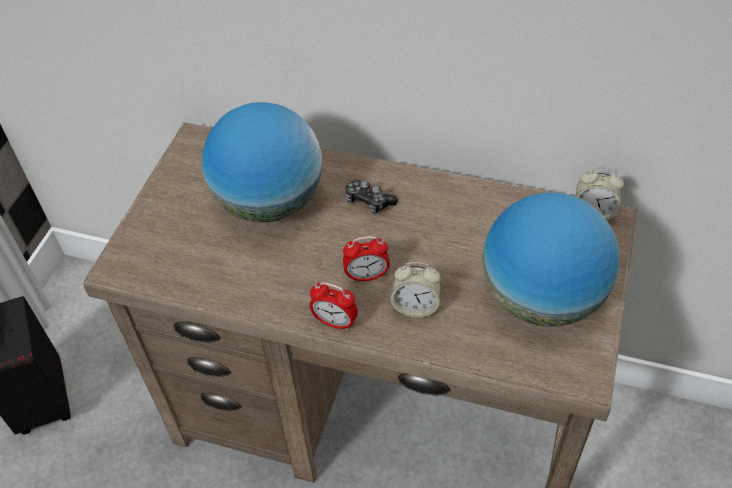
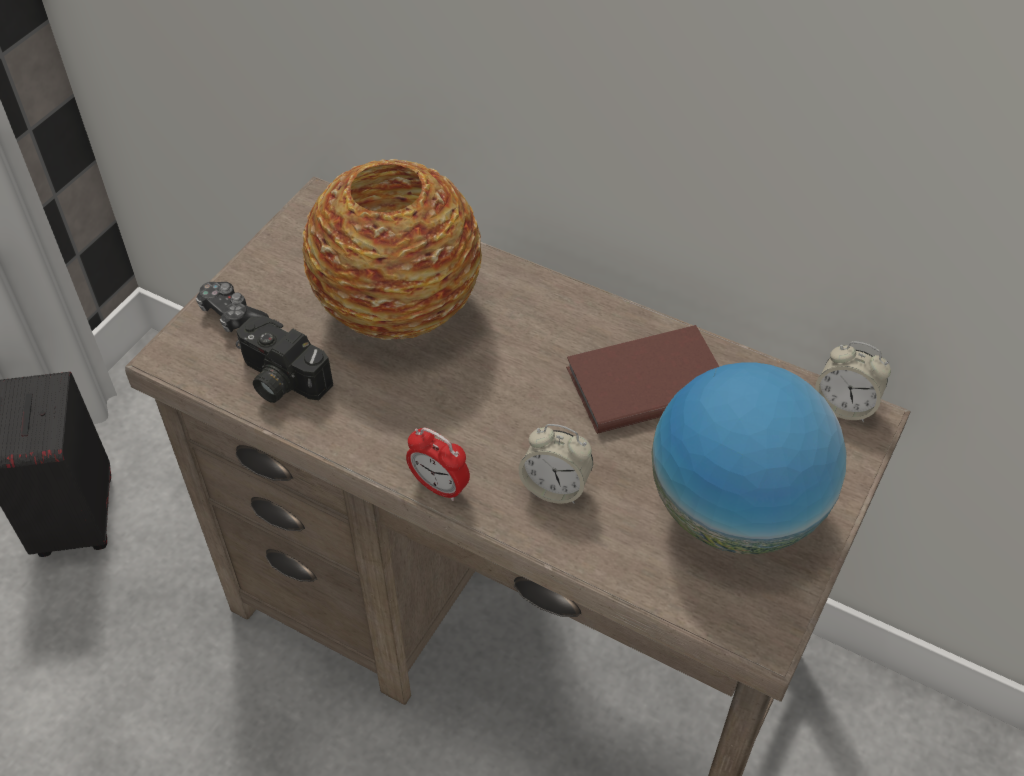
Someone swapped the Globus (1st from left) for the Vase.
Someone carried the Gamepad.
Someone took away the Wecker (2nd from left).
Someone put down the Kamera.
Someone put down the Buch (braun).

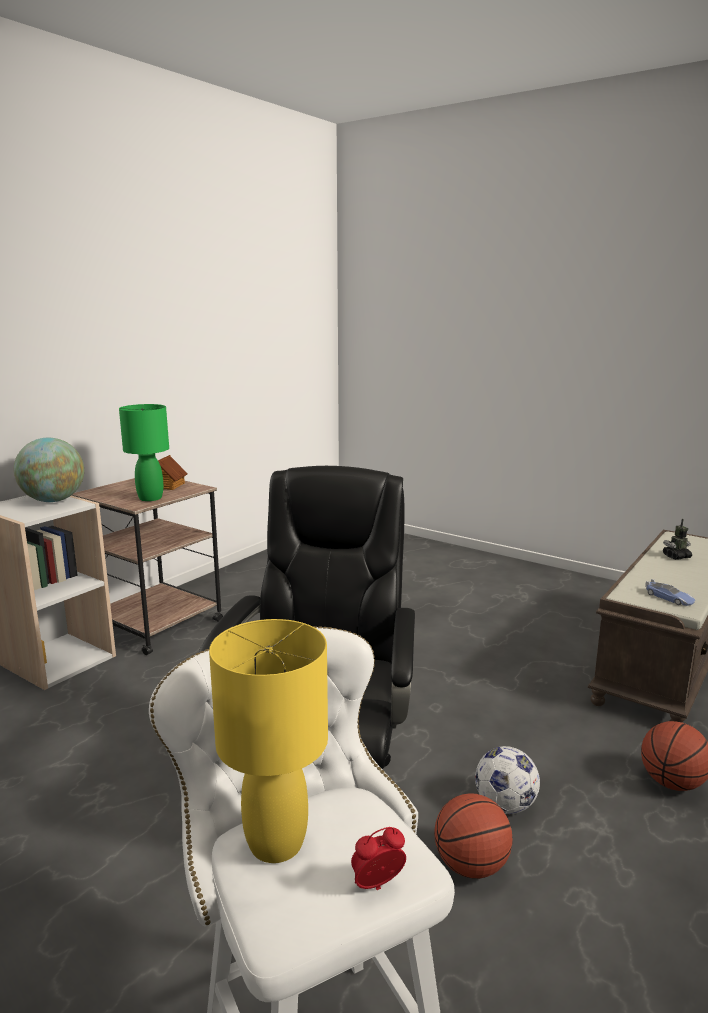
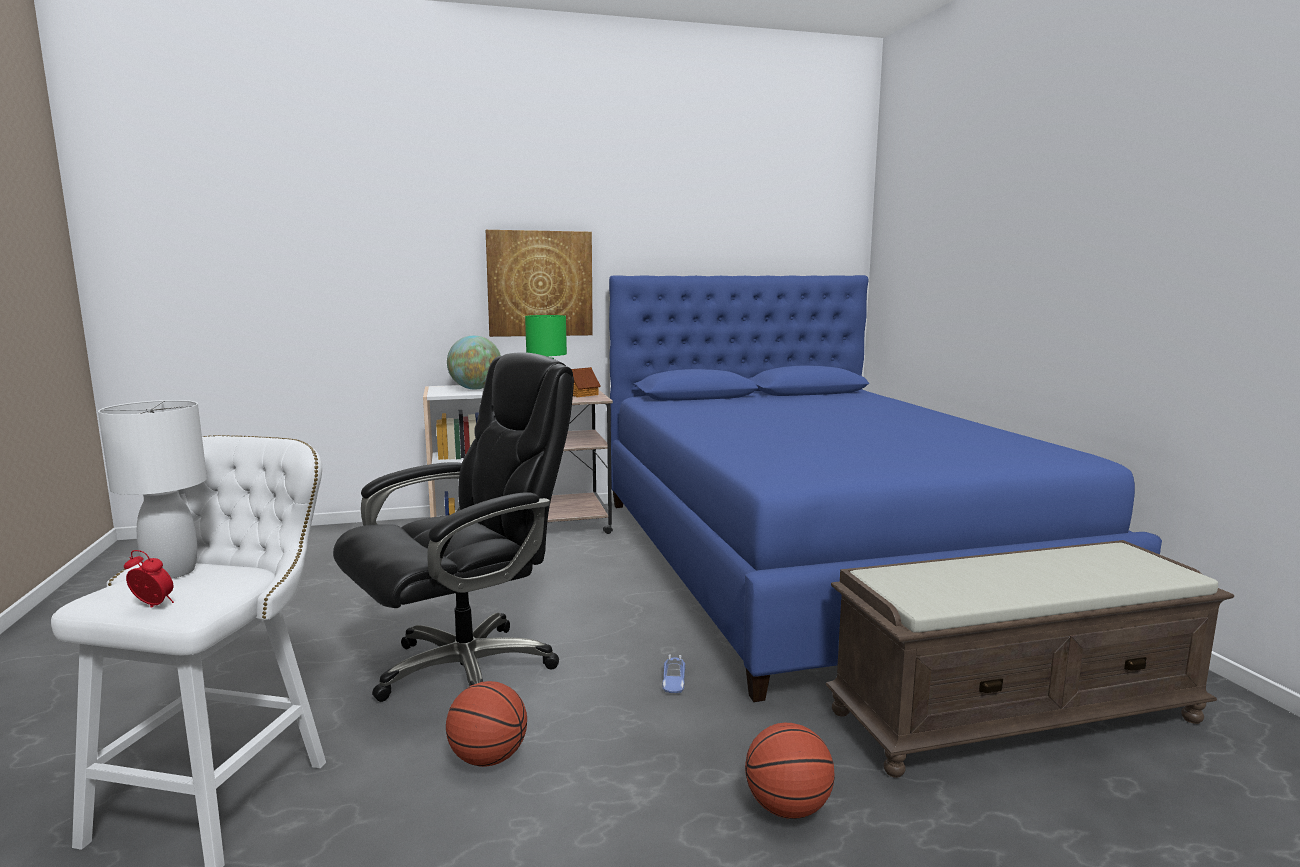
Someone took away the Spielzeugroboter.
Someone carried the Spielzeugauto.
Someone repainted the Tischlampe (gelb), which became the Tischlampe (weiß).
Someone took away the Fußball.
Someone put up the Bild.
Someone put down the Bett (blau).

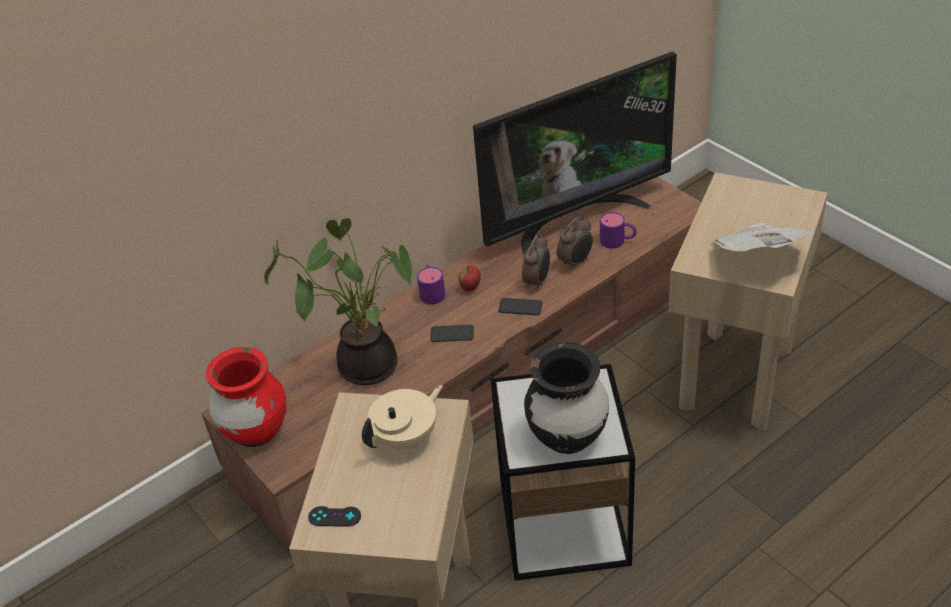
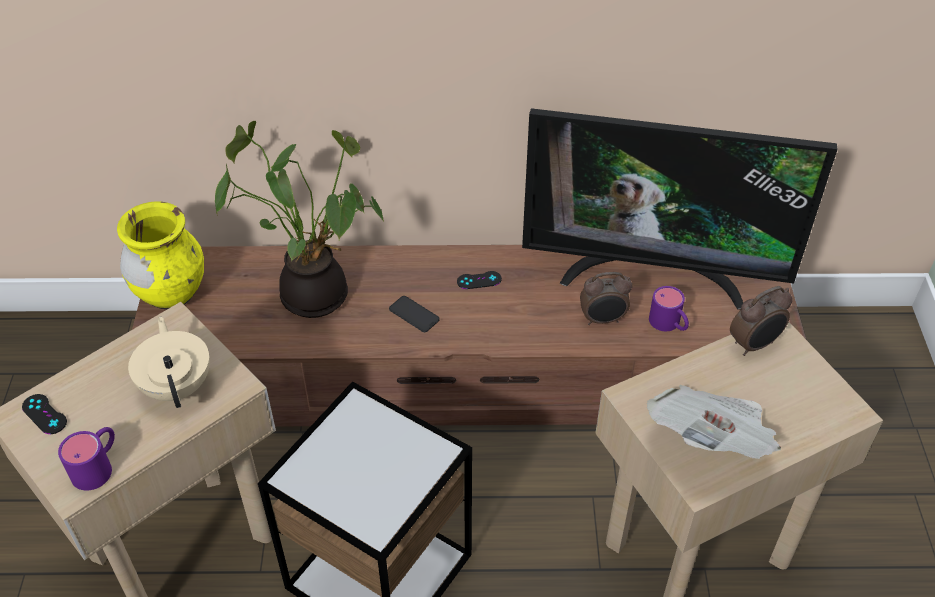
Someone carried the Wecker (1st from left in the first image).
Someone carried the Henkelbecher (lila) (1st from left).
Someone swapped the Apfel for the Gamepad (schwarz) (2nd from left).
Someone took away the Handy (2nd from left).
Someone took away the Vase (schwarz).
Someone repainted the Vase (rot), which became the Vase (gelb).
Someone rotated the Teekanne (beige) by 105 degrees counterclockwise.

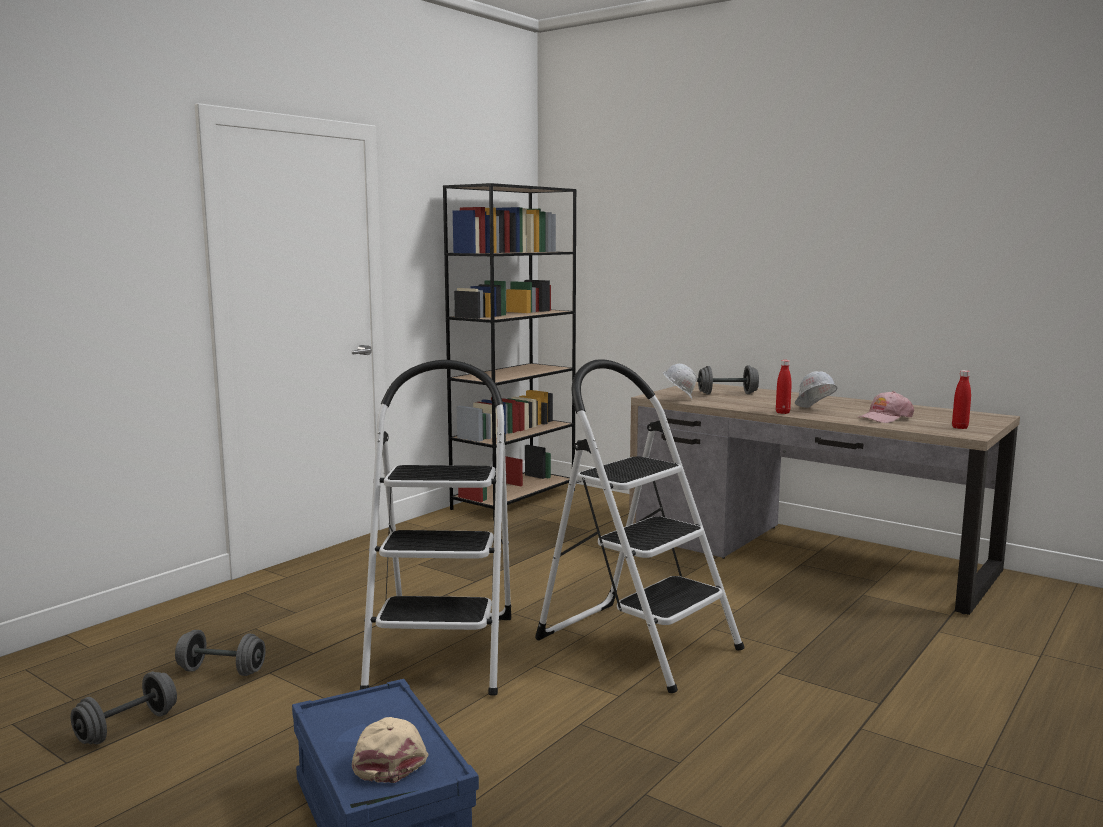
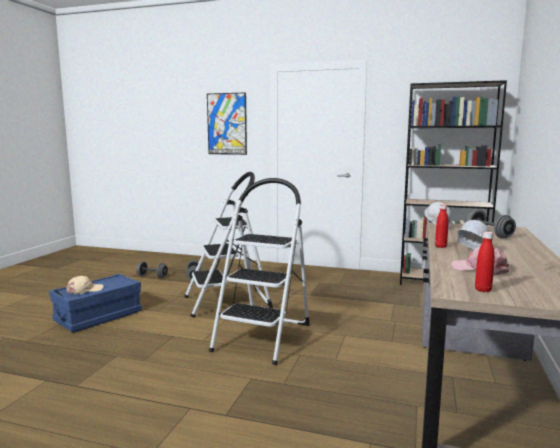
Someone put up the Bild.

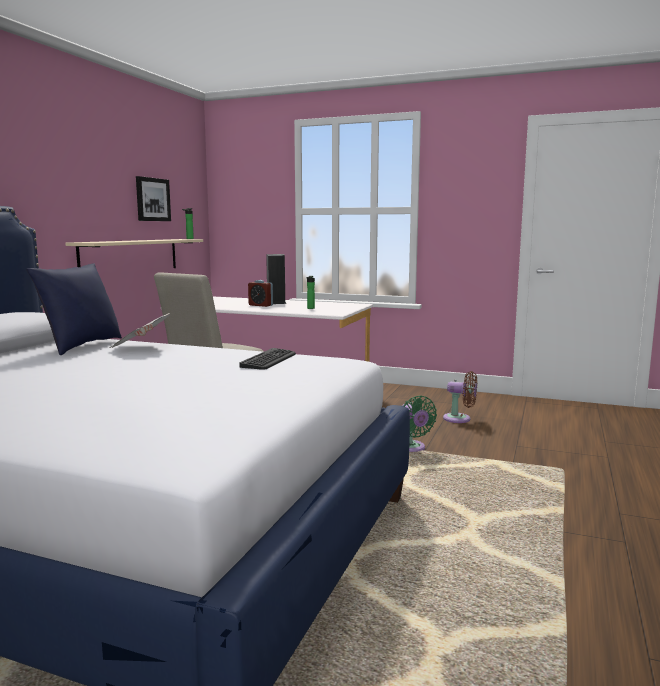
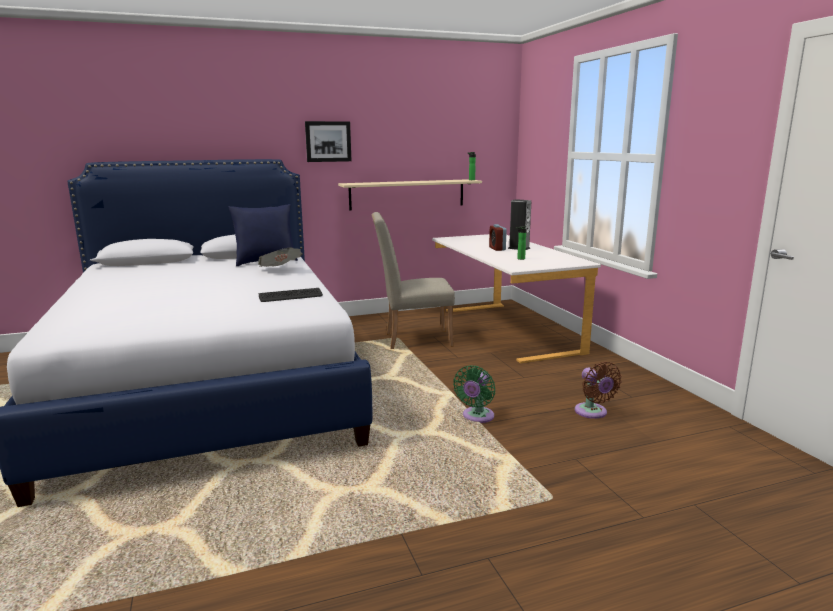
Someone carried the Bild.

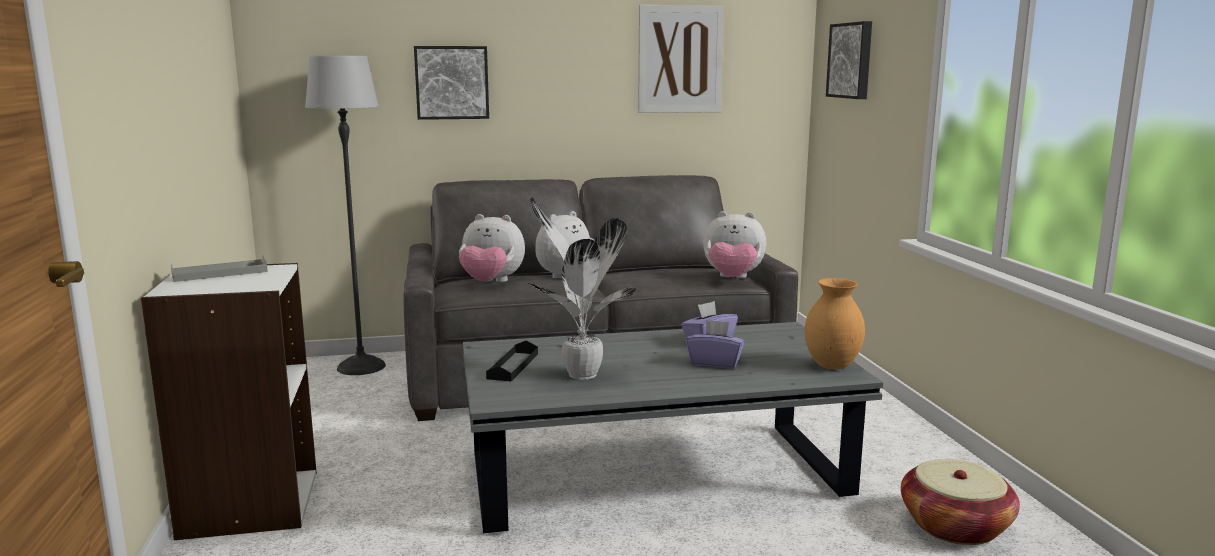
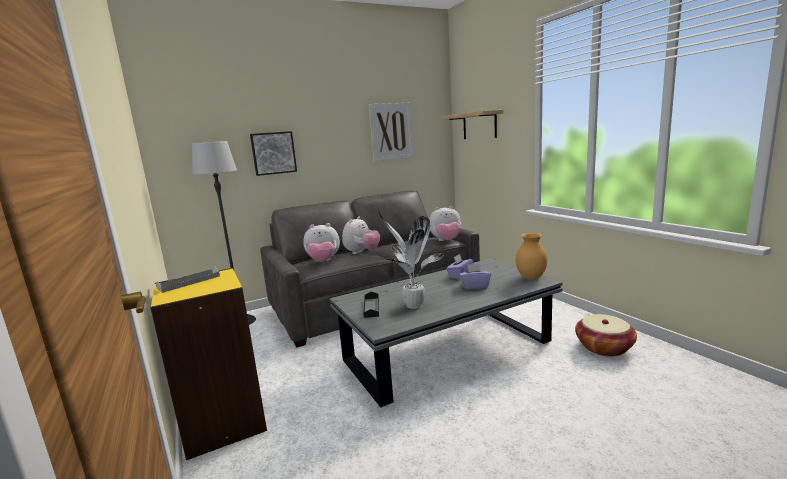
Someone swapped the Bild (3rd from left) for the Wandregal.
Someone repainted the Bücherregal (weiß), which became the Bücherregal (gelb).

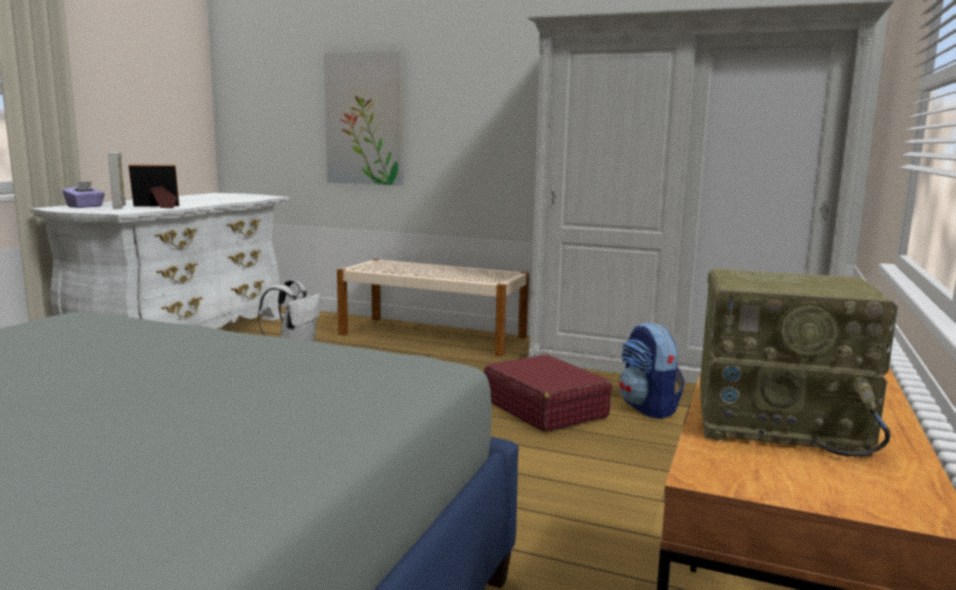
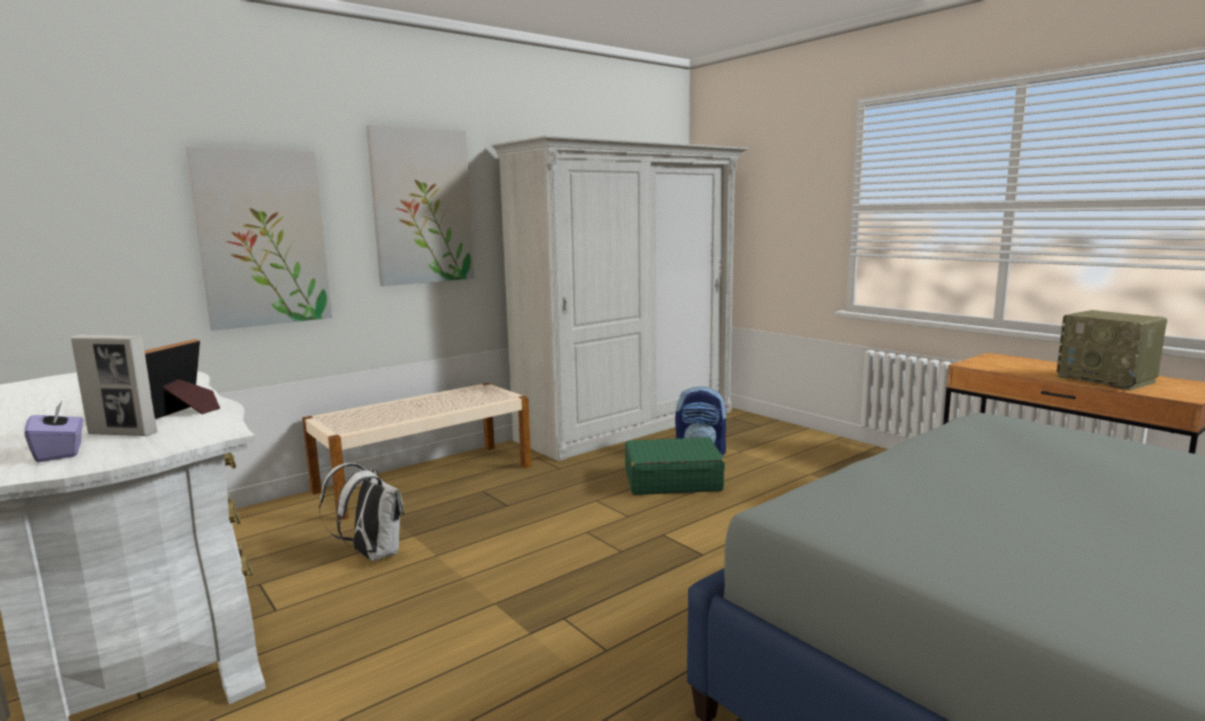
Someone rotated the Radio by 105 degrees clockwise.
Someone repainted the Koffer (rot), which became the Koffer (grün).
Someone put up the Bild (2nd from left).

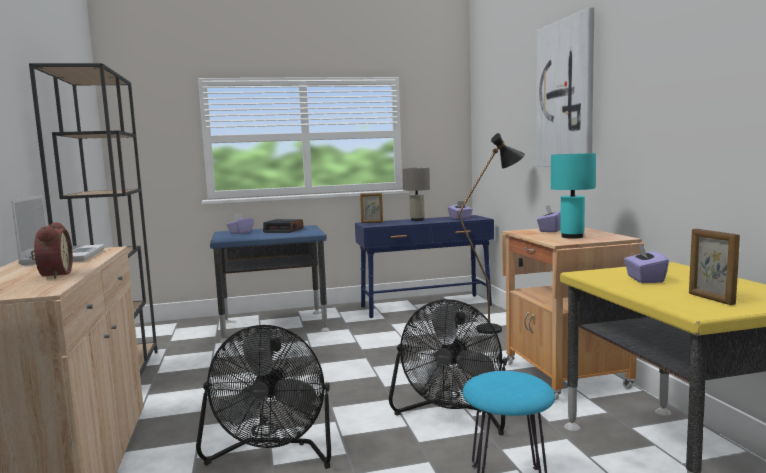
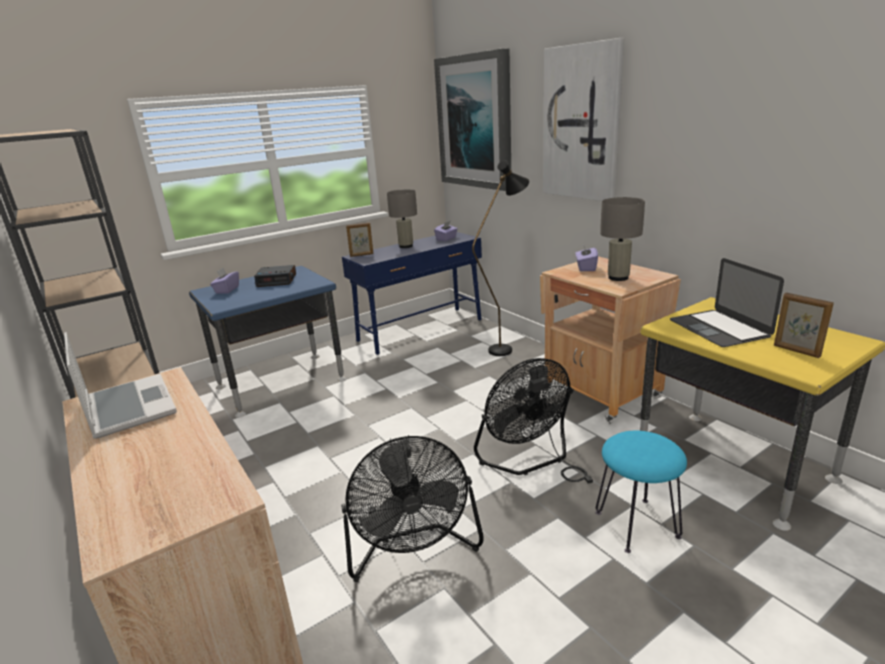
Someone repainted the Tischlampe (türkis), which became the Tischlampe (grau) (2nd from left).
Someone took away the Wecker (1st from left).
Someone swapped the Taschentuchbox (lila) (4th from left) for the Laptop (2nd from left).
Someone rotated the Ventilator (schwarz) (2nd from left) by 150 degrees clockwise.
Someone put up the Bild (1st from left).

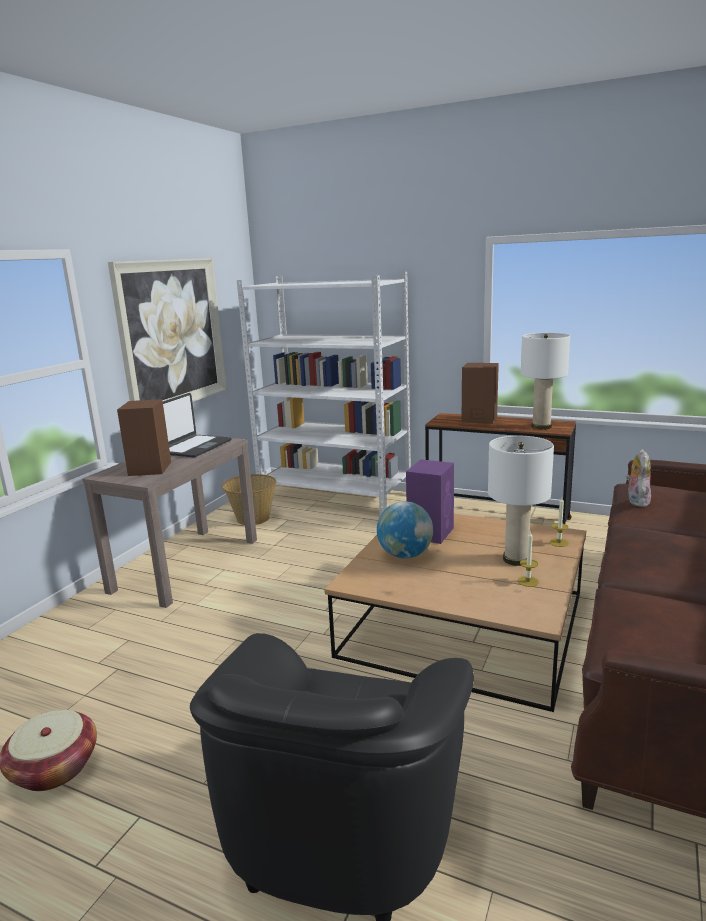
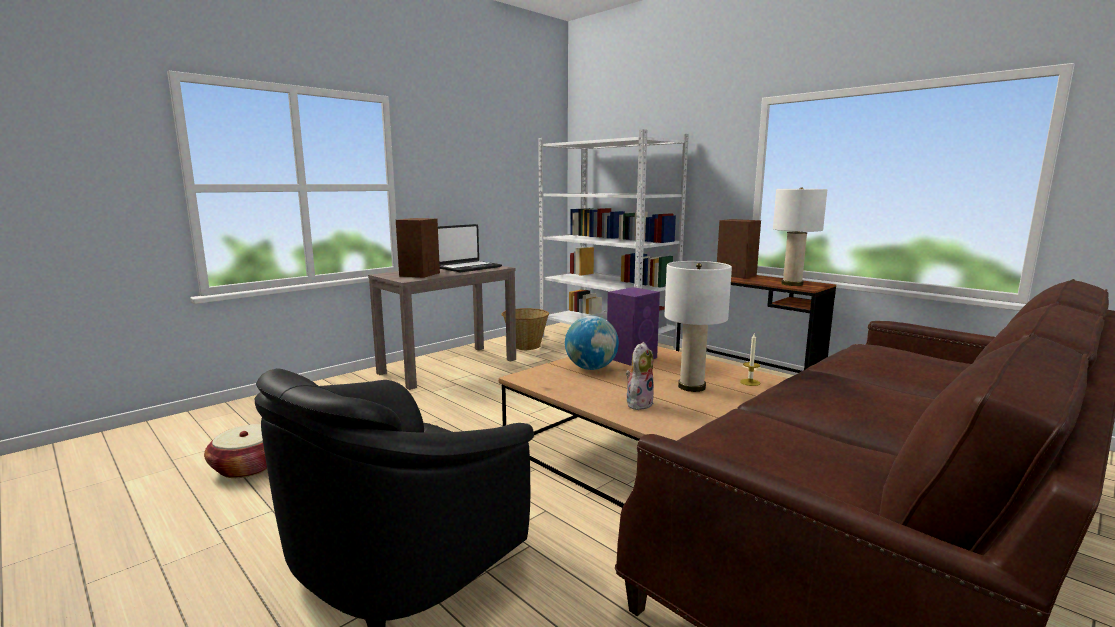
Someone took away the Bild.
Someone carried the Plüschtier.
Someone took away the Kerze (1st from left).

